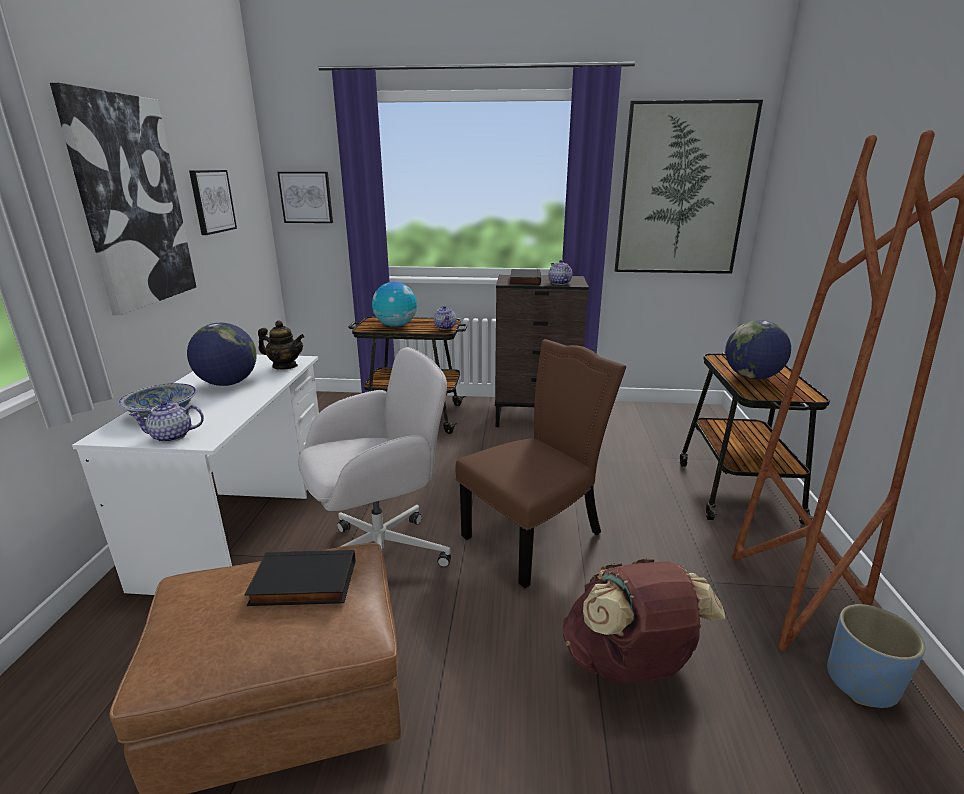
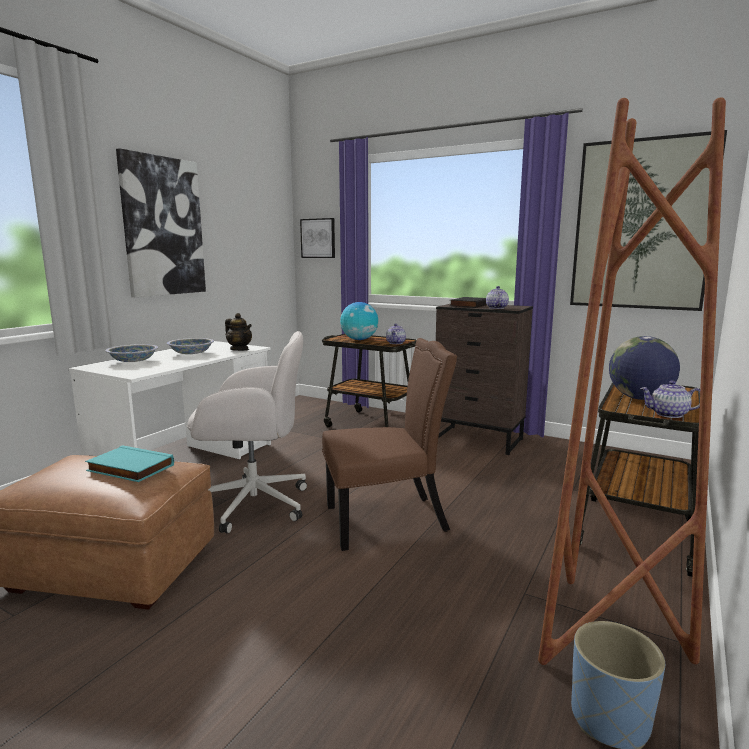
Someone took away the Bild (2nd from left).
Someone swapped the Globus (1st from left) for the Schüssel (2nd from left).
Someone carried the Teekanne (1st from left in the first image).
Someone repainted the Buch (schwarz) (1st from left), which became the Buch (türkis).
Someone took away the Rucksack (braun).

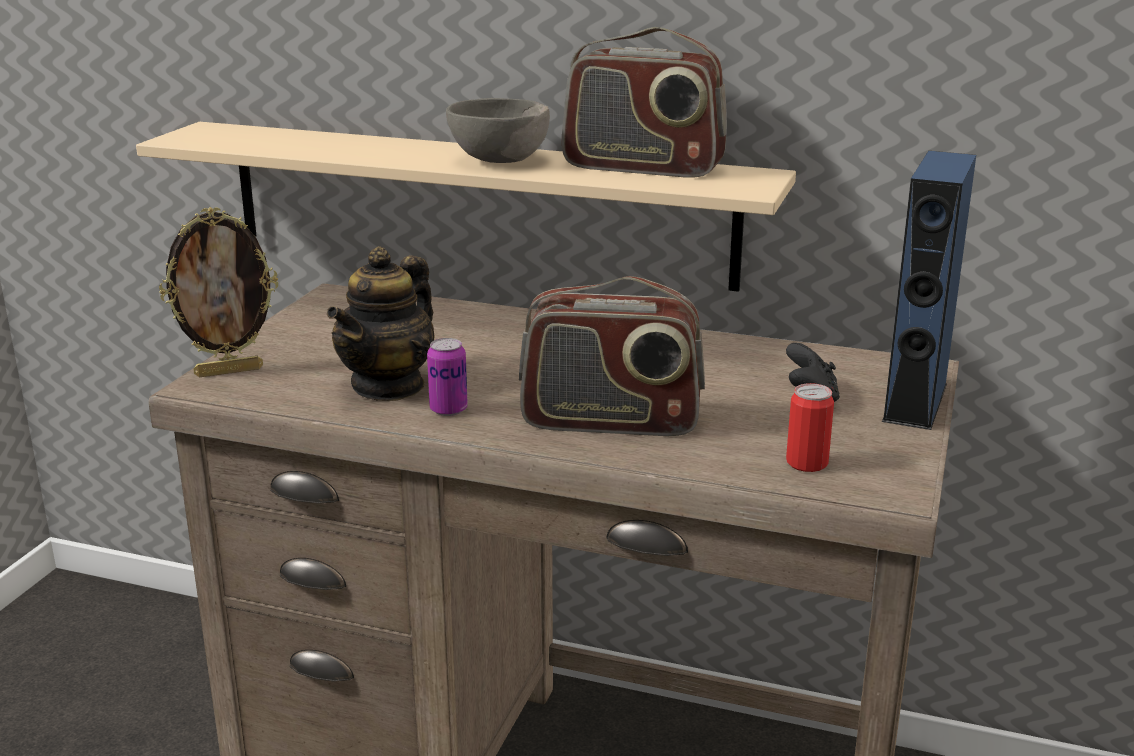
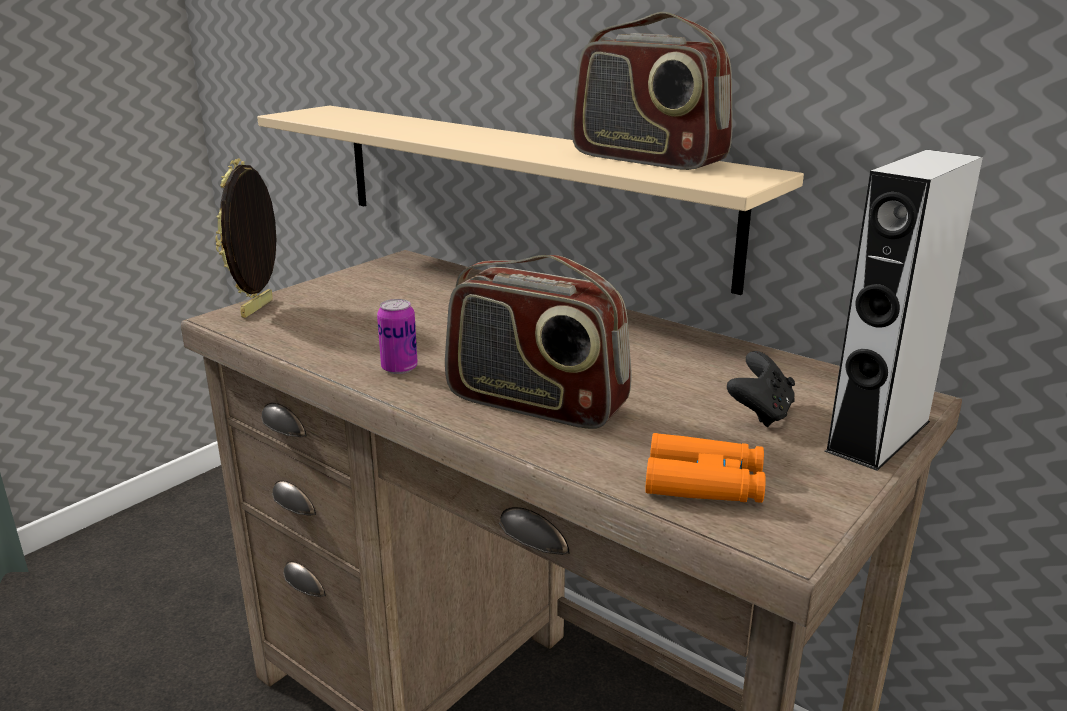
Someone took away the Schüssel (grau).
Someone repainted the Lautsprecher (blau), which became the Lautsprecher (grau).
Someone rotated the Bilderrahmen by 105 degrees clockwise.
Someone took away the Teekanne.
Someone swapped the Dose (2nd from left) for the Fernglas (orange).

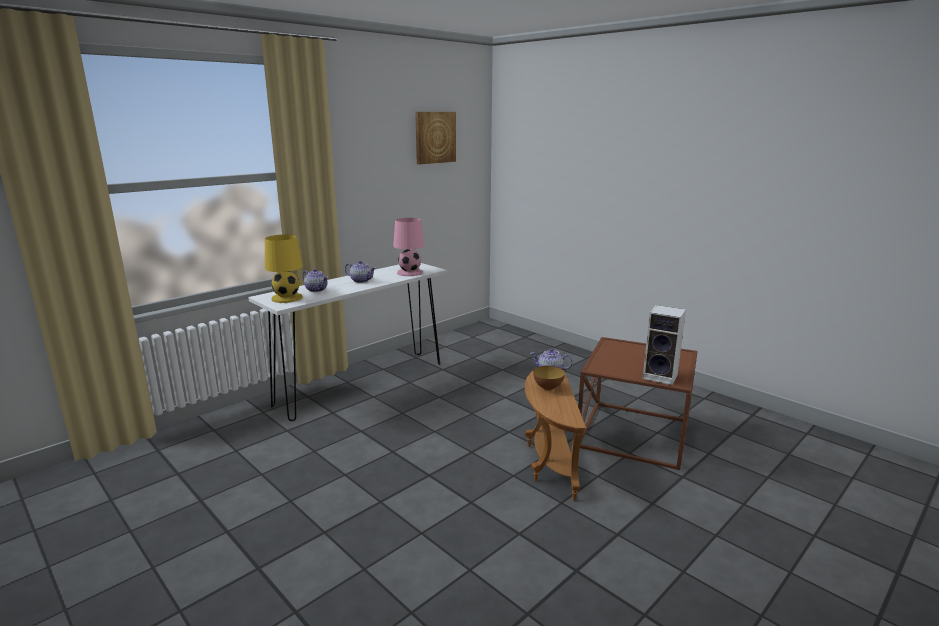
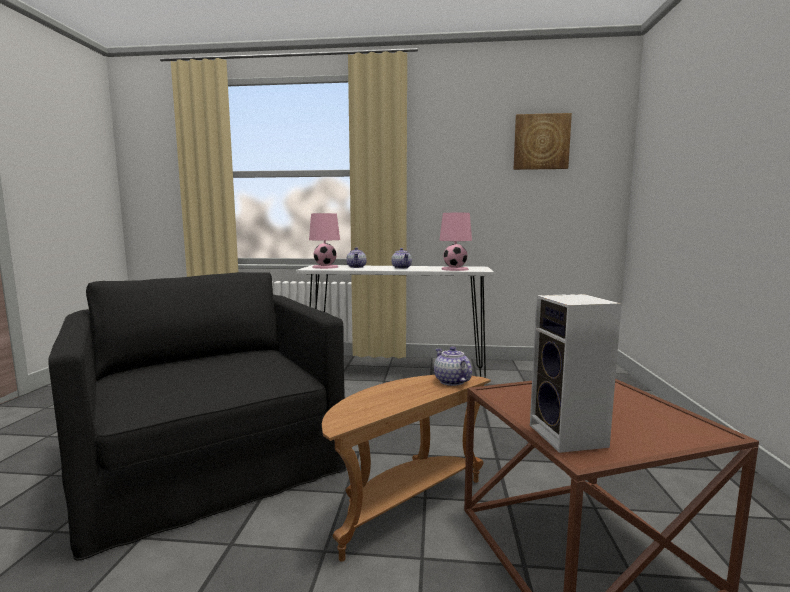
Someone repainted the Tischlampe (gelb), which became the Tischlampe (rosa) (1st from left).
Someone took away the Schüssel.
Someone put down the Sessel (schwarz).

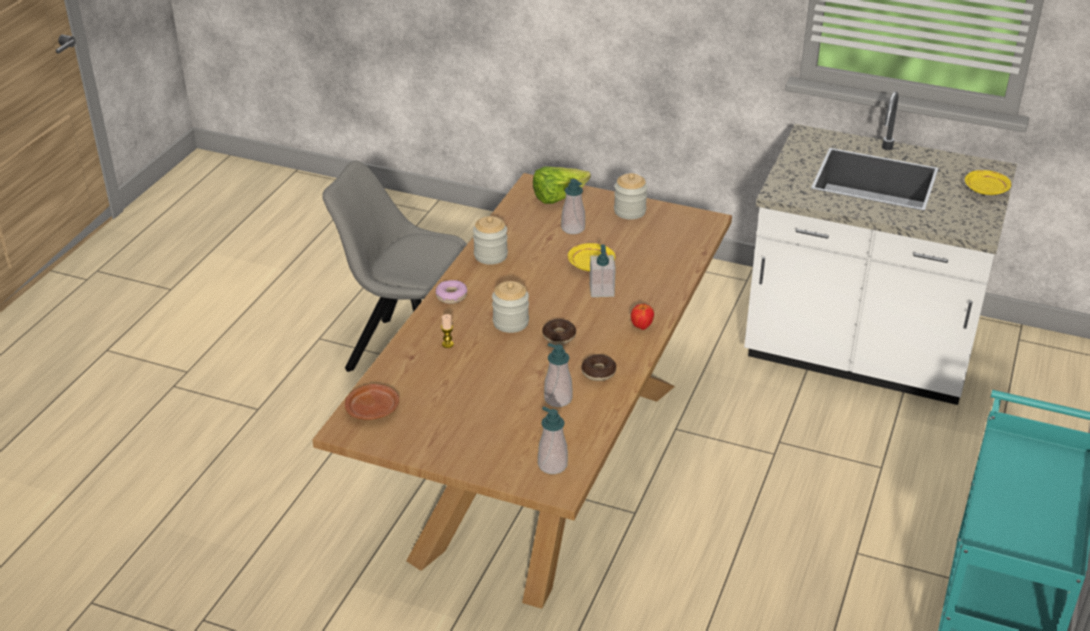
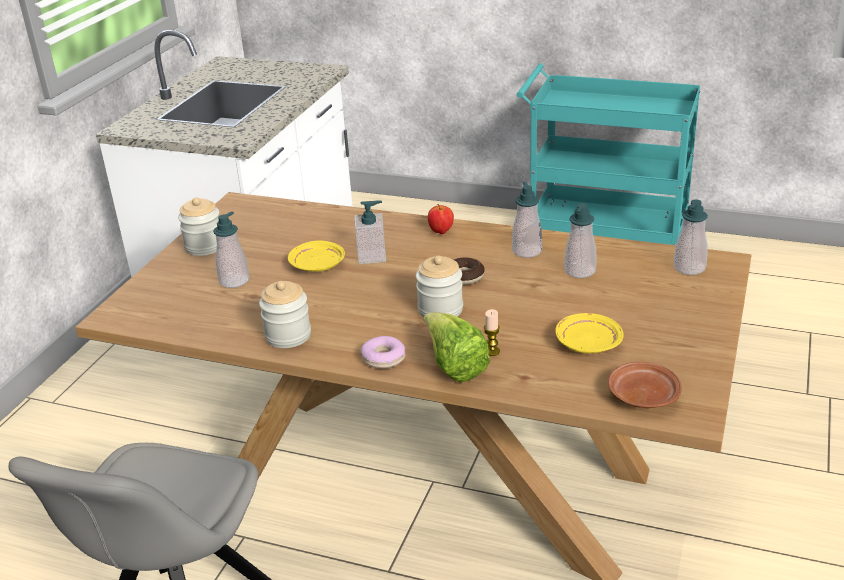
Someone carried the Salatkopf.
Someone carried the Teller (gelb) (2nd from left).
Someone swapped the Donut (3rd from left) for the Seifenspender (3rd from left).

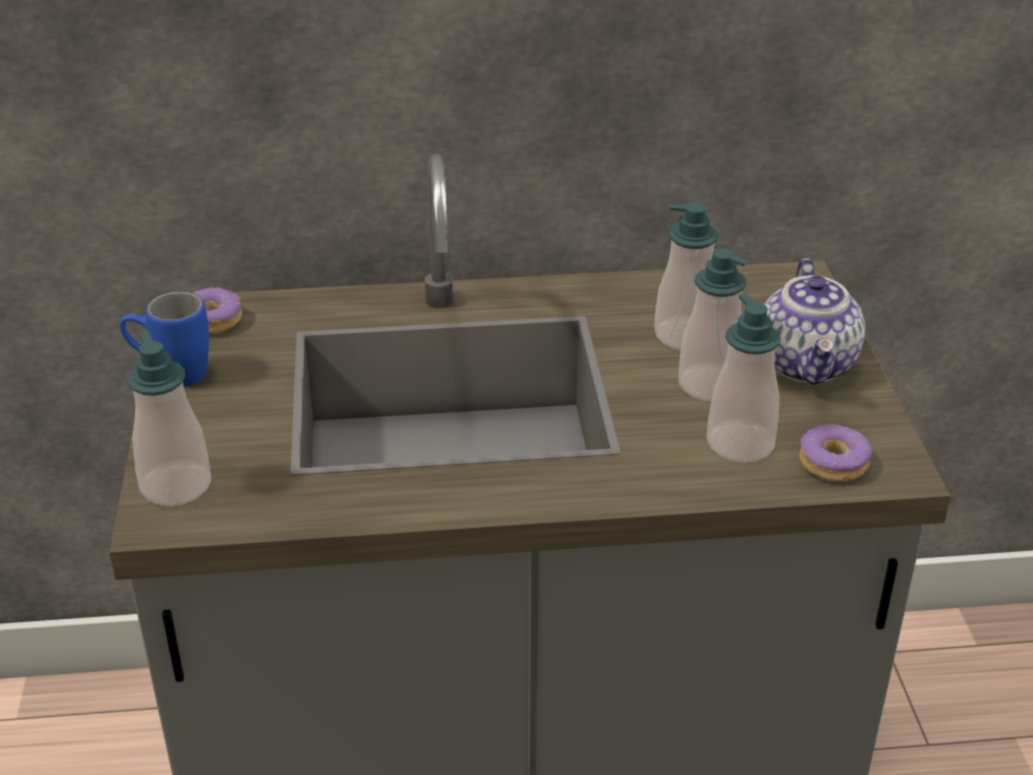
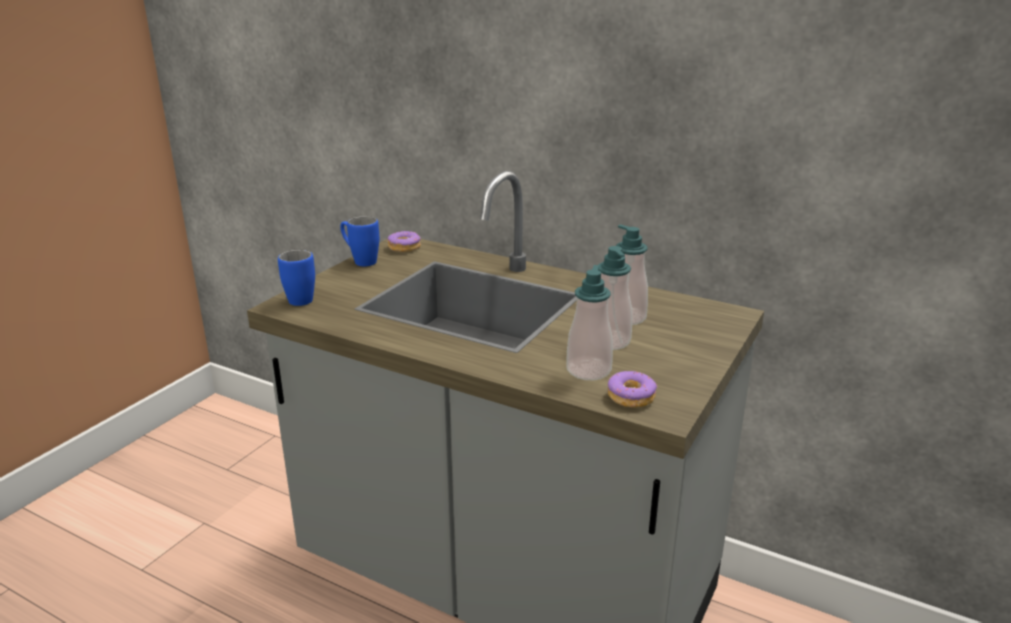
Someone took away the Teekanne.
Someone swapped the Seifenspender (1st from left) for the Henkelbecher (blau) (1st from left).

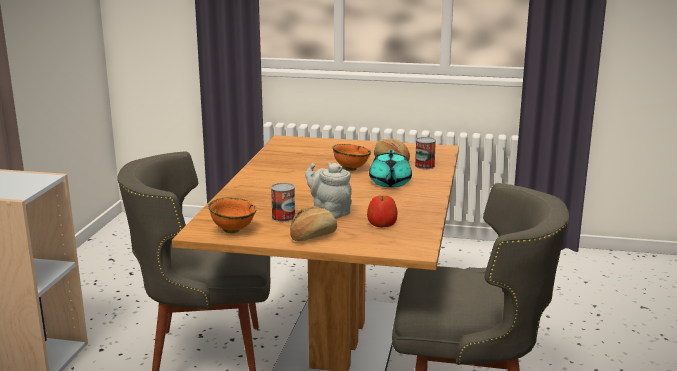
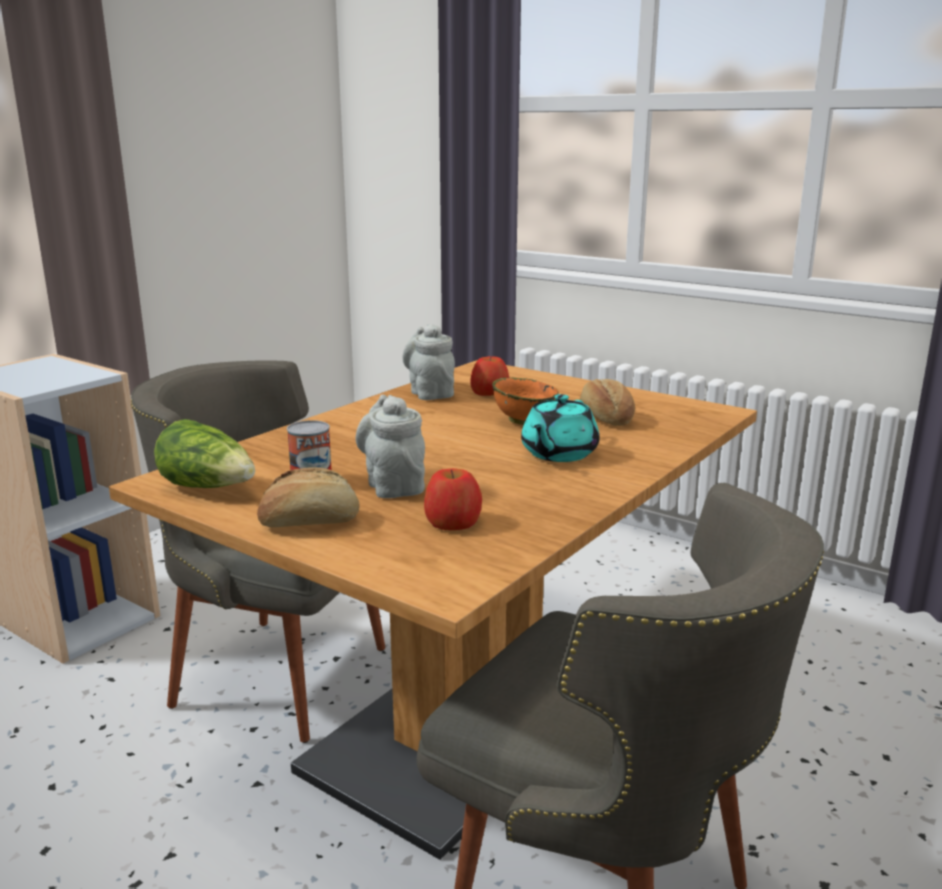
Someone took away the Dose (2nd from left).
Someone swapped the Schüssel (orange) (1st from left) for the Salatkopf.
Someone put down the Teekanne (grau) (2nd from left).
Someone put down the Apfel (2nd from left).

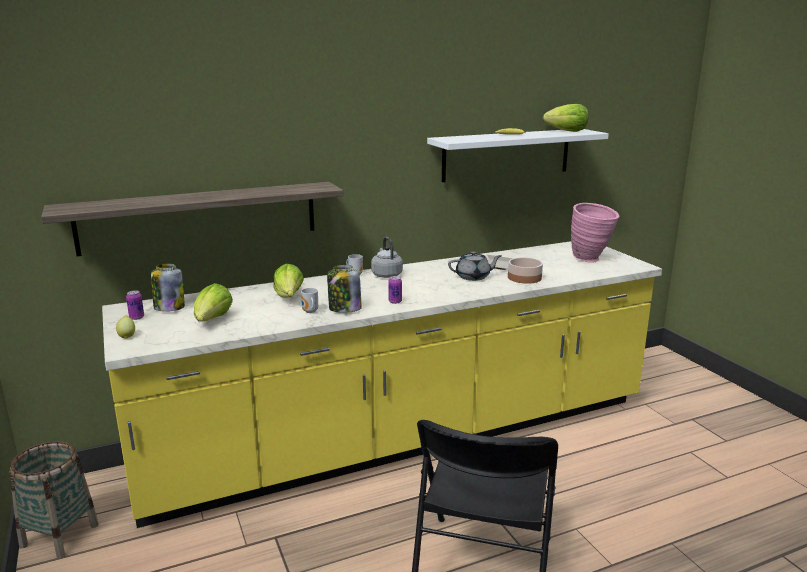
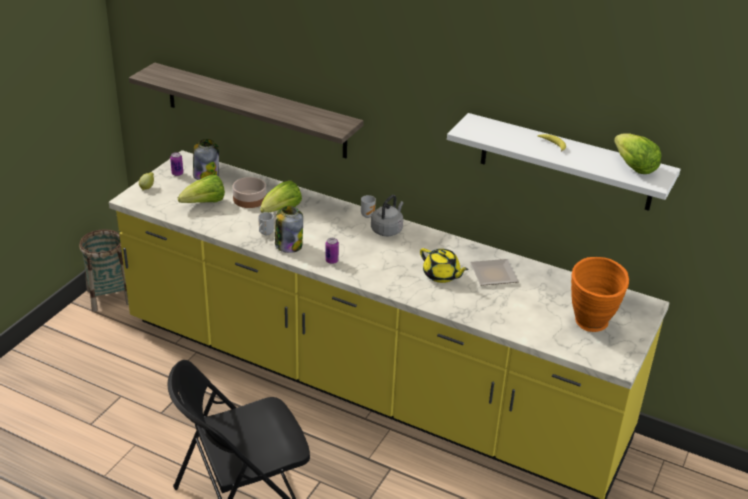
Someone repainted the Vase (rosa), which became the Vase (orange).
Someone repainted the Teekanne (grau), which became the Teekanne (gelb).
Someone carried the Schüssel.

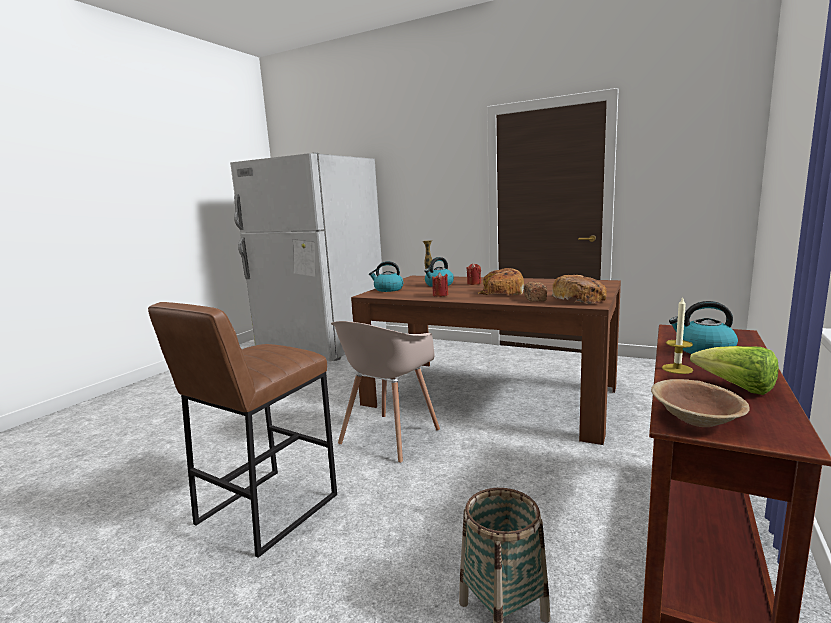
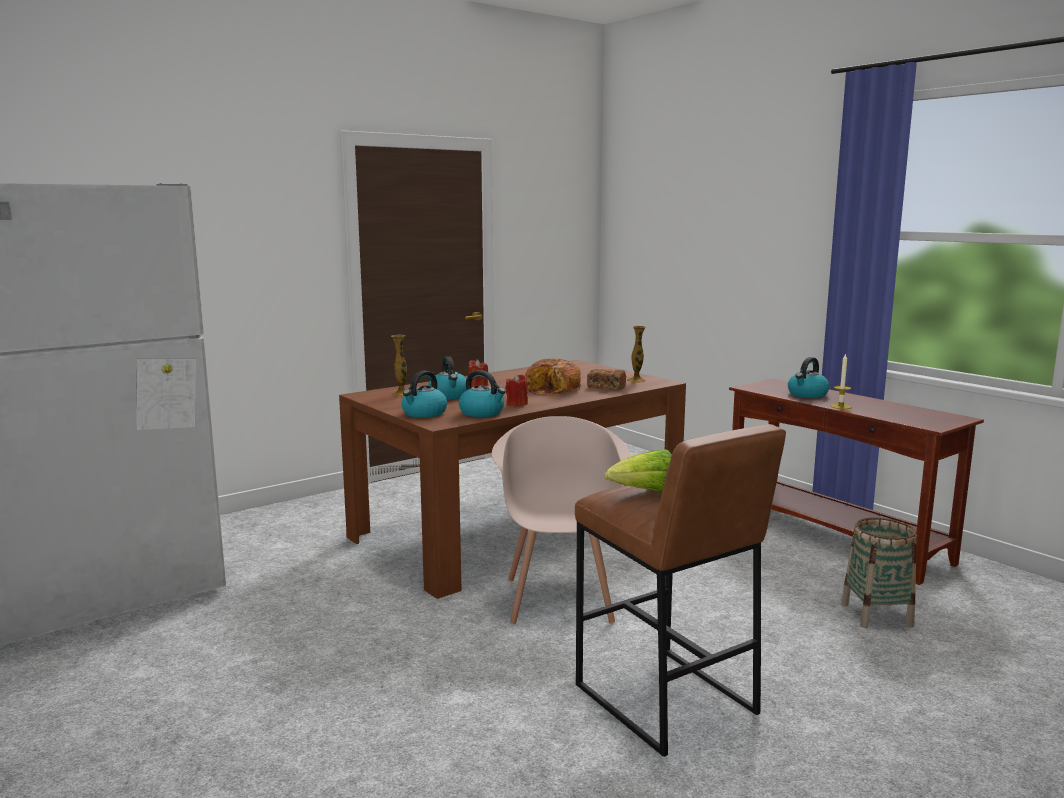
Someone swapped the Brot (3rd from left) for the Vase (2nd from left).
Someone rotated the Stuhl (beige) by 150 degrees counterclockwise.
Someone carried the Salatkopf.
Someone took away the Schüssel (braun).
Someone put down the Wasserkessel (3rd from left).

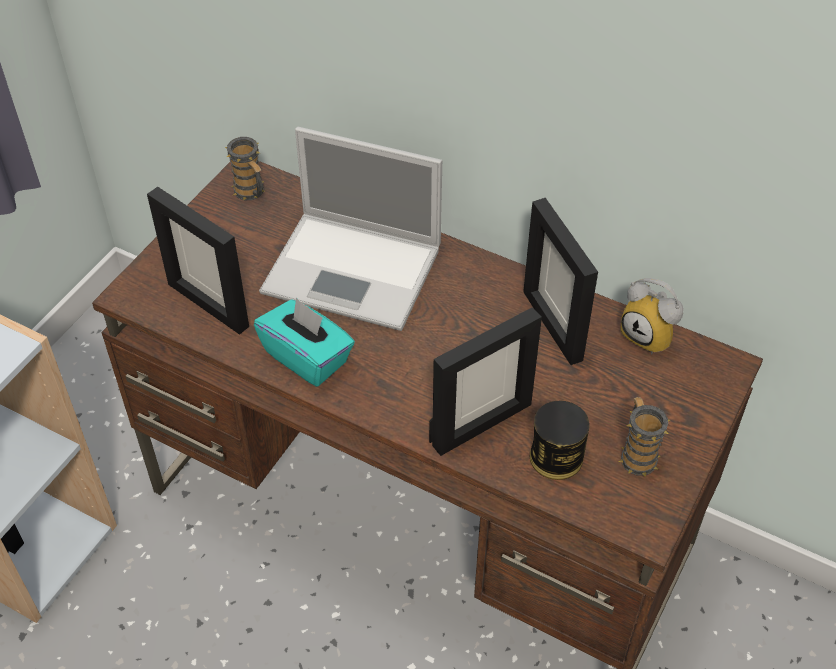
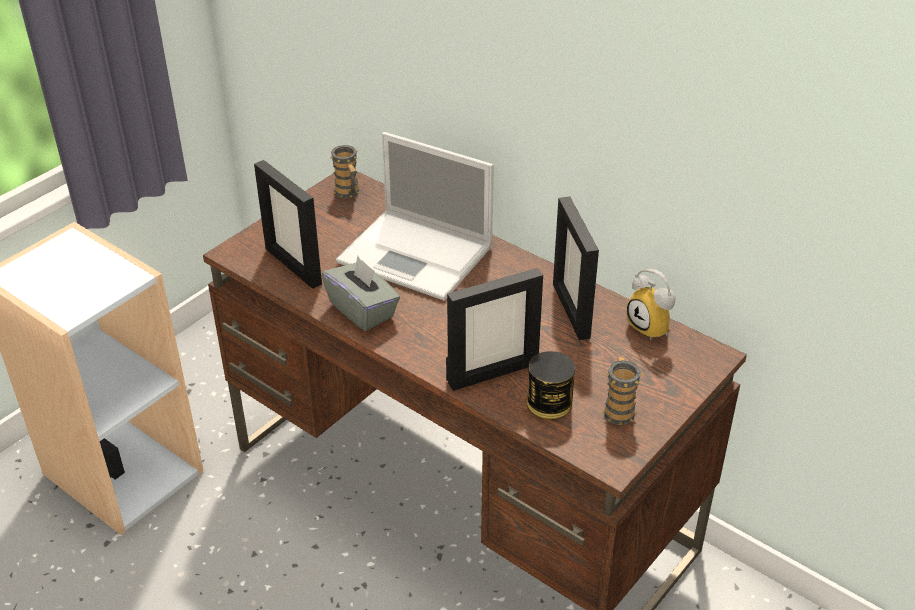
Someone repainted the Taschentuchbox (türkis), which became the Taschentuchbox (grau).

